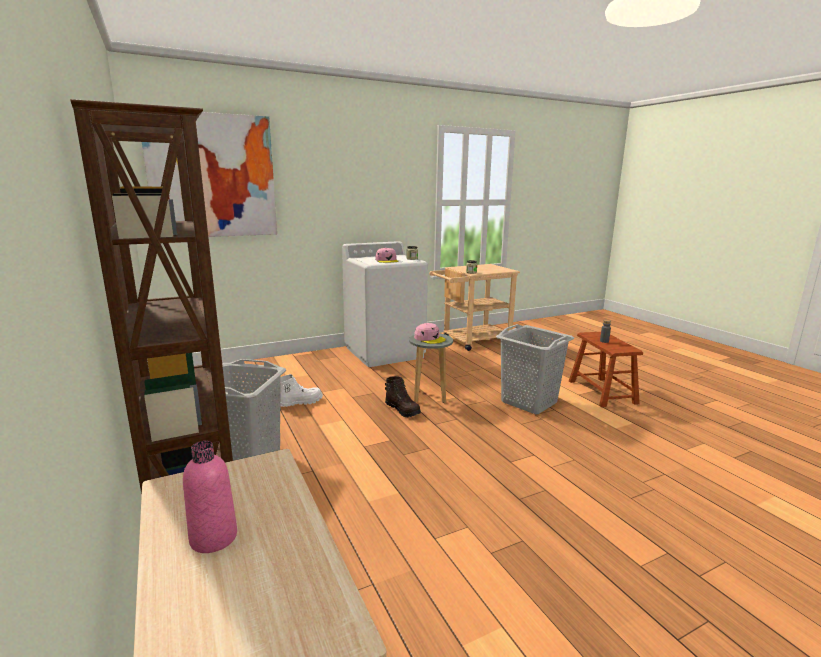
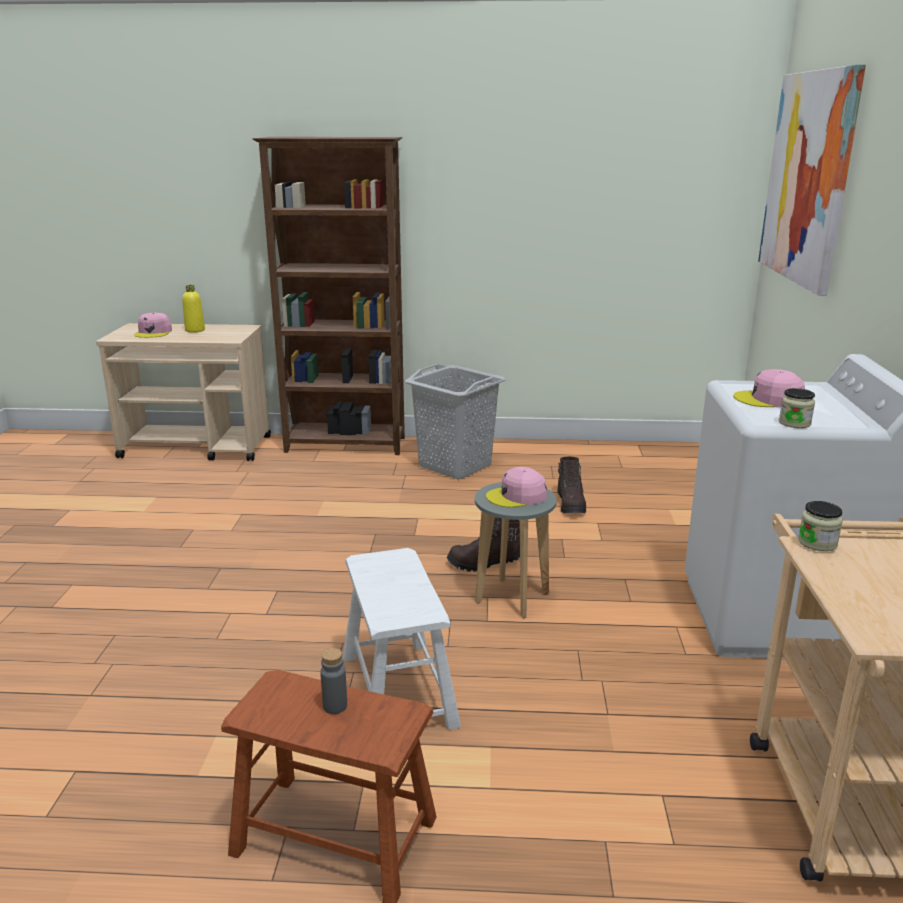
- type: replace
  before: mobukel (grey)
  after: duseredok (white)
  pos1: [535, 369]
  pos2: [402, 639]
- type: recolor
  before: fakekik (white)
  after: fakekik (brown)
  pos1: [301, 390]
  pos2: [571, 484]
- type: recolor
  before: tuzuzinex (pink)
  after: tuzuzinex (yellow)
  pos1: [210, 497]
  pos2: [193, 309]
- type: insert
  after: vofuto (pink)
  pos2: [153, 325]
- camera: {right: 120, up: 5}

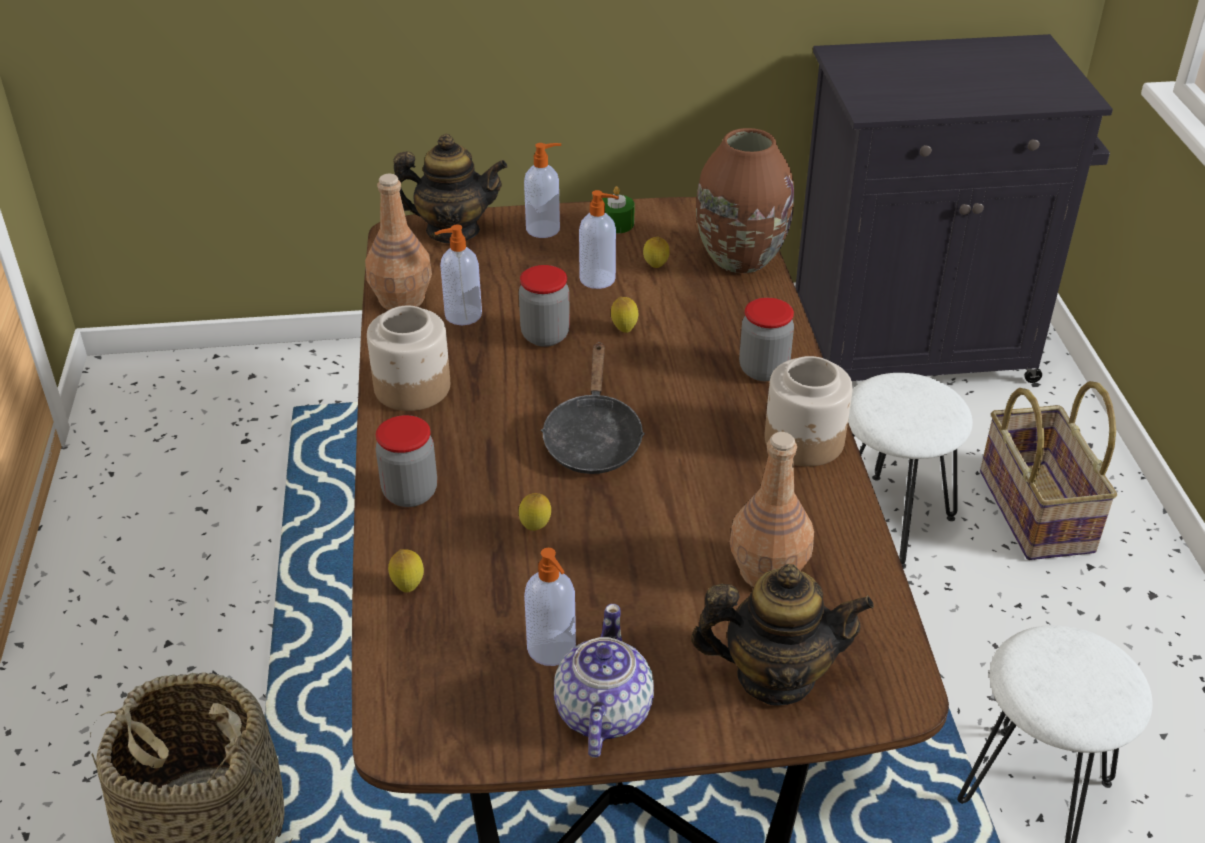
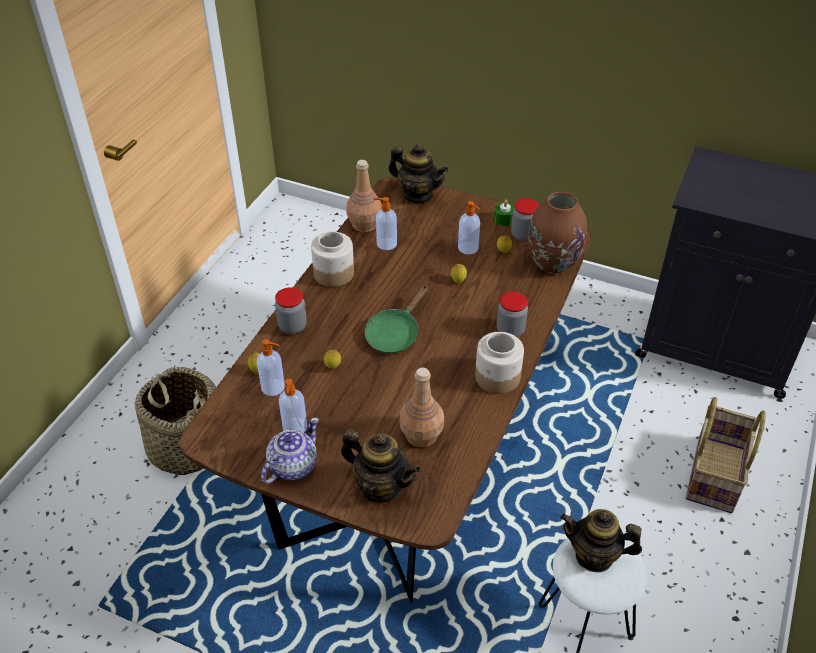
- type: move
  before: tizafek
  pos1: [542, 190]
  pos2: [271, 367]
- type: move
  before: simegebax
  pos1: [544, 306]
  pos2: [525, 219]
- type: recolor
  before: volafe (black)
  after: volafe (green)
  pos1: [593, 408]
  pos2: [396, 319]
- type: delete
  before: duseredok (white)
  pos1: [910, 471]
- type: insert
  after: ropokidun
  pos2: [601, 541]
- camera: {right: 30, up: 5}

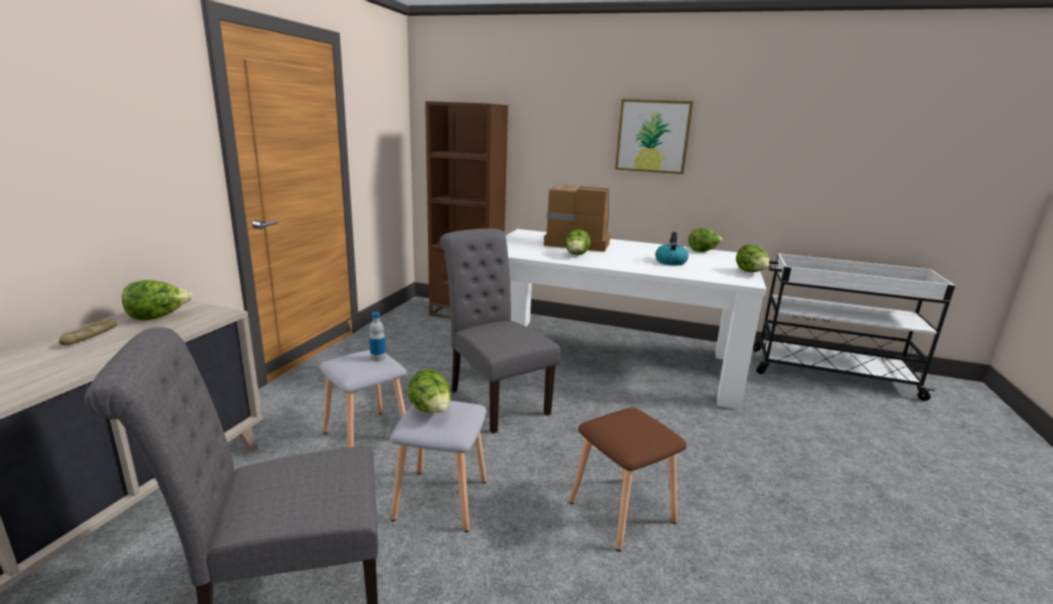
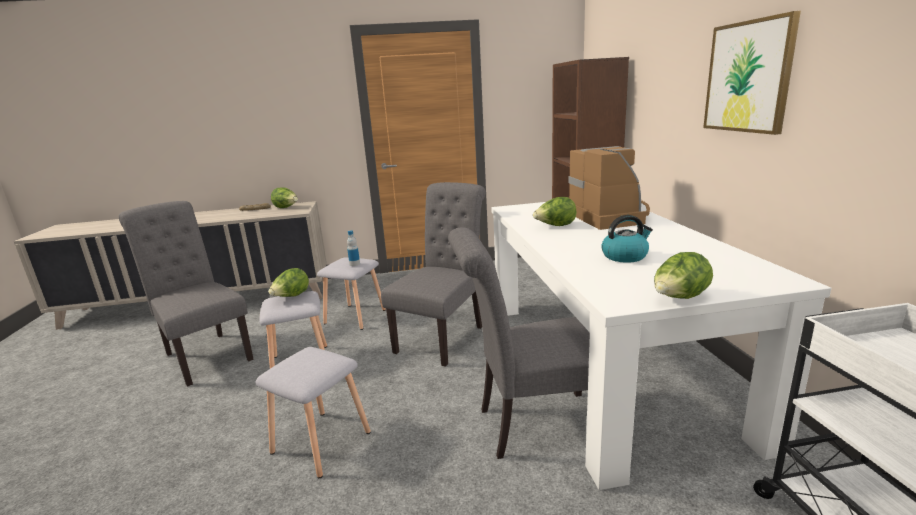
- type: delete
  before: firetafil
  pos1: [705, 240]
- type: recolor
  before: duseredok (brown)
  after: duseredok (grey)
  pos1: [628, 479]
  pos2: [313, 412]
- type: insert
  after: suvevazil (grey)
  pos2: [519, 343]
- camera: {right: 65, up: 0}

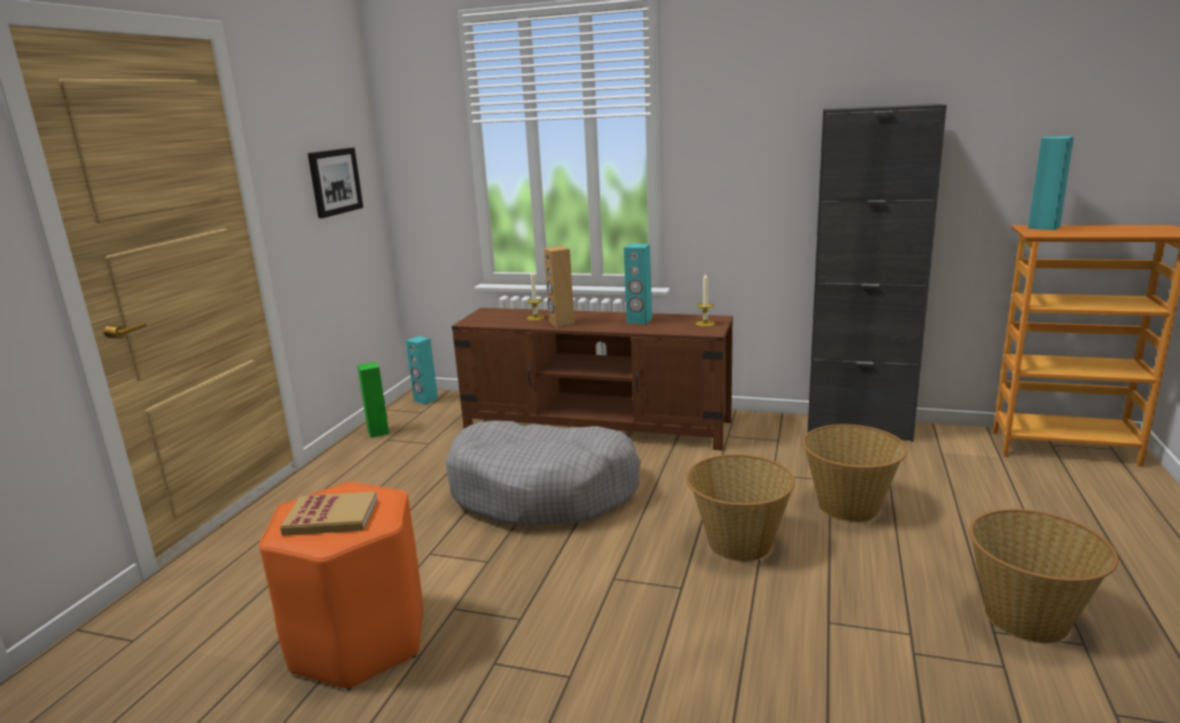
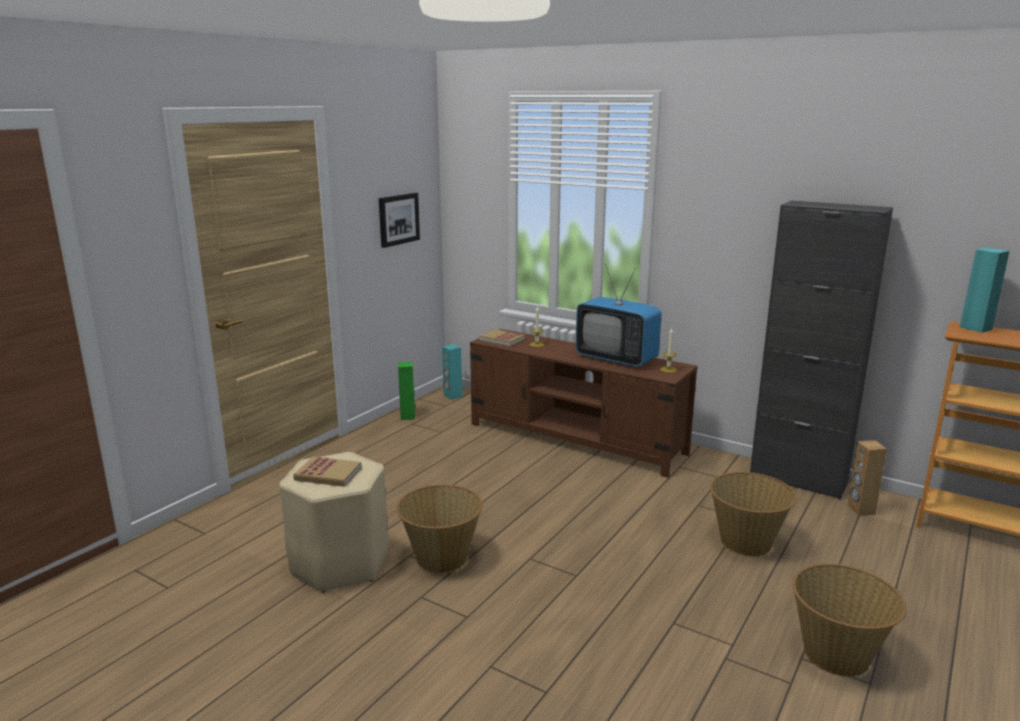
- type: replace
  before: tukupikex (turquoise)
  after: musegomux
  pos1: [638, 284]
  pos2: [619, 315]
- type: move
  before: tukupikex (brown)
  pos1: [559, 286]
  pos2: [867, 478]
- type: delete
  before: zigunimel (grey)
  pos1: [543, 473]
- type: move
  before: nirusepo
  pos1: [740, 508]
  pos2: [439, 528]
- type: recolor
  before: duseredok (orange)
  after: duseredok (beige)
  pos1: [341, 586]
  pos2: [333, 522]
- type: insert
  after: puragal
  pos2: [502, 338]
- camera: {right: 15, up: 0}

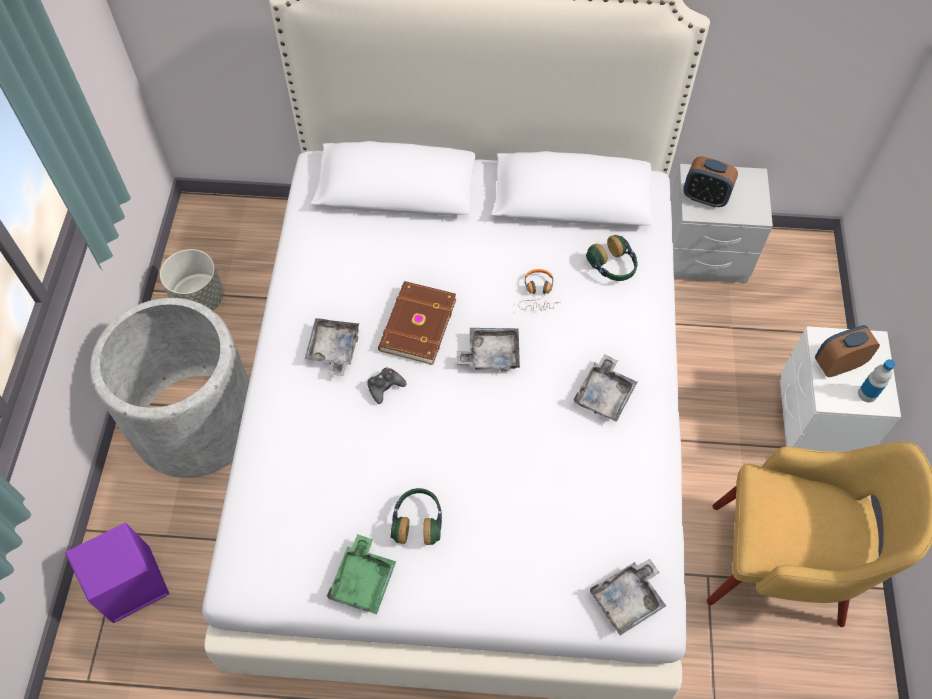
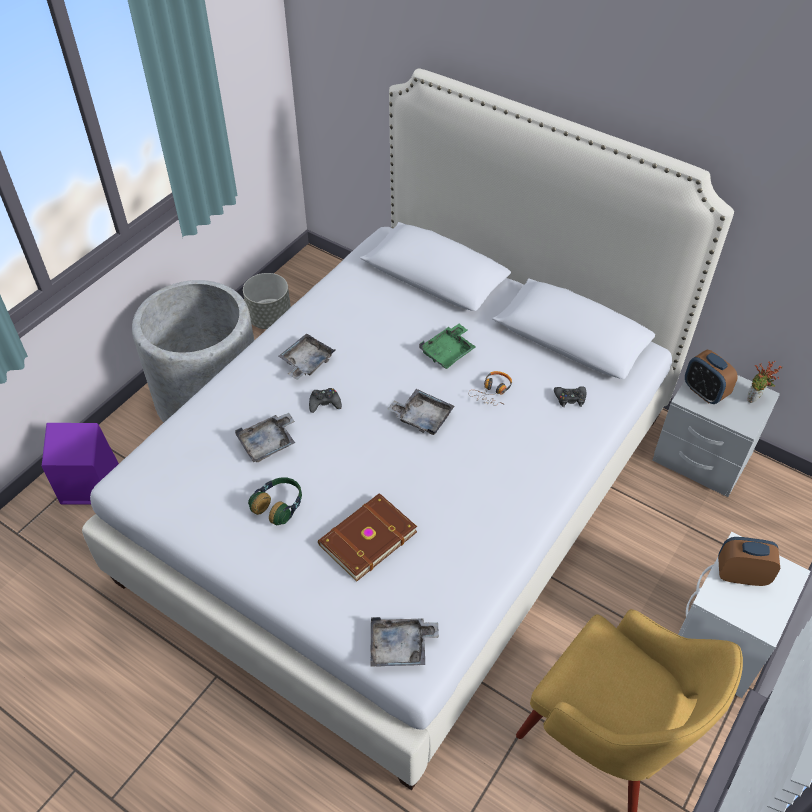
- type: replace
  before: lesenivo
  after: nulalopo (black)
  pos1: [611, 258]
  pos2: [570, 396]
- type: move
  before: puragal (brown)
  pos1: [417, 323]
  pos2: [367, 537]
- type: move
  before: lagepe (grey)
  pos1: [605, 388]
  pos2: [265, 438]
- type: delete
  before: tuzuzinex
  pos1: [876, 380]
- type: move
  before: lagepe (green)
  pos1: [361, 574]
  pos2: [447, 346]
- type: insert
  after: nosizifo
  pos2: [764, 382]
- camera: {right: 30, up: -10}

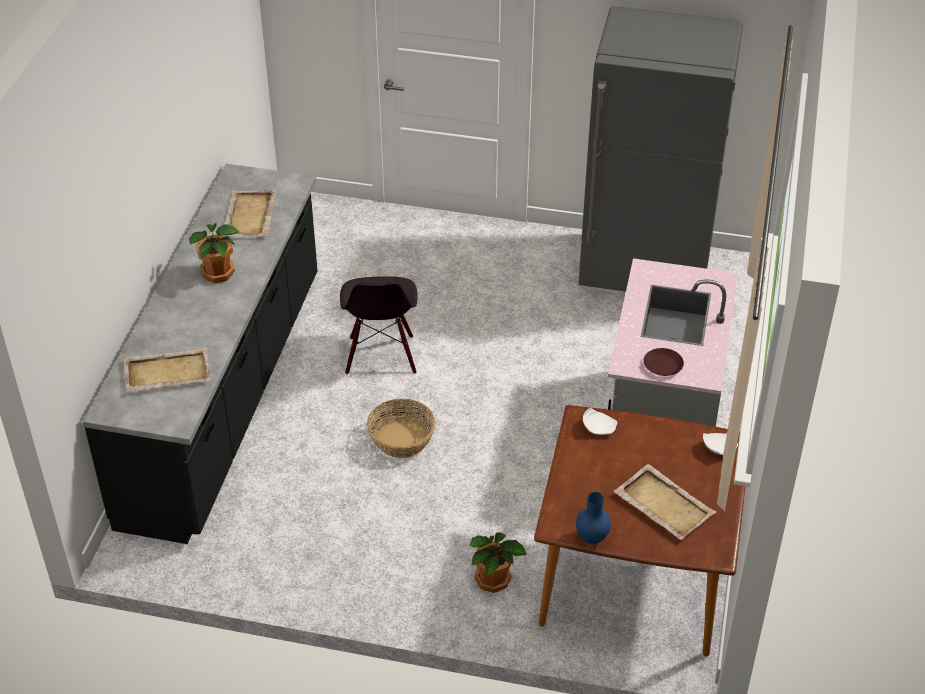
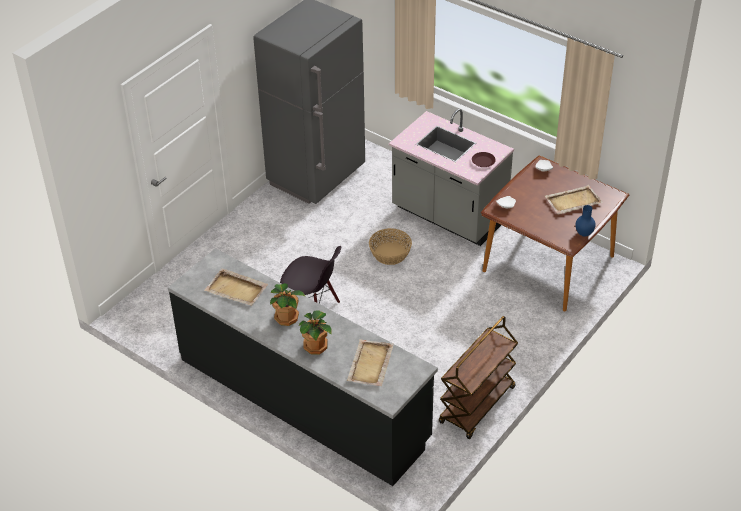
- type: move
  before: nirusepo
  pos1: [401, 428]
  pos2: [390, 246]
- type: move
  before: nosizifo
  pos1: [498, 562]
  pos2: [315, 332]
- type: insert
  after: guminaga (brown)
  pos2: [478, 377]
- camera: {right: -65, up: 0}

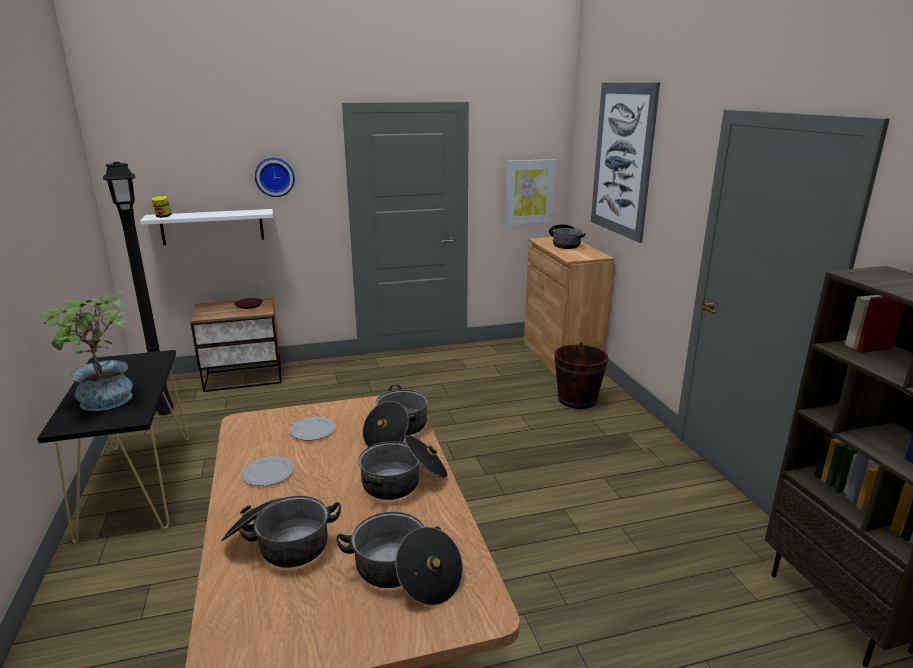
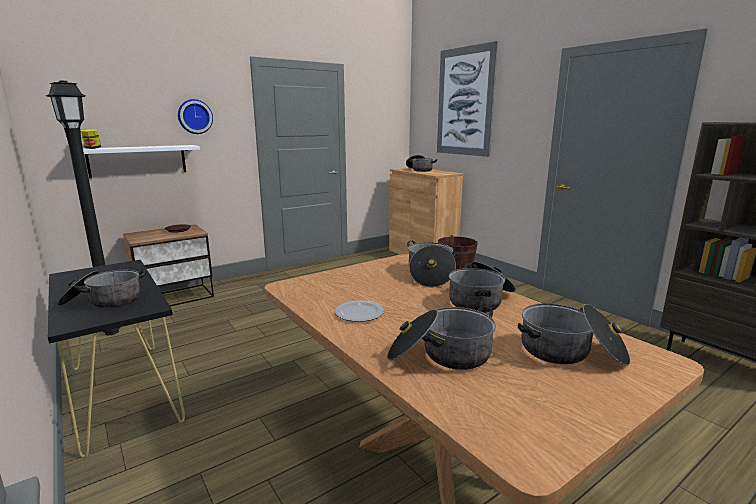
- type: delete
  before: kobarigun
  pos1: [531, 192]
- type: replace
  before: nosizifo
  after: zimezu
  pos1: [86, 351]
  pos2: [102, 288]
- type: delete
  before: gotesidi
  pos1: [313, 429]
- camera: {right: -20, up: -5}

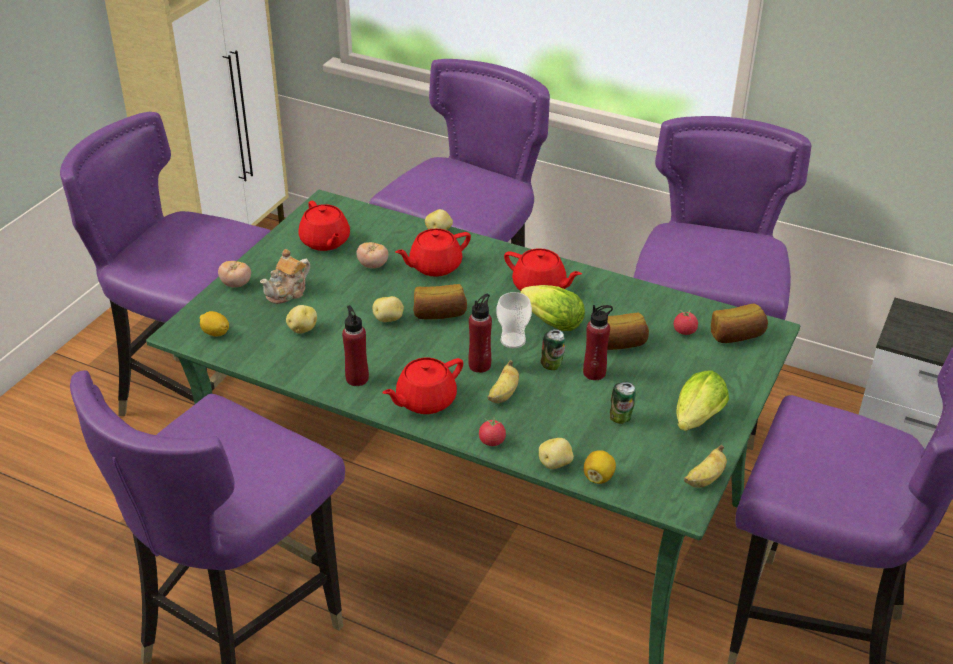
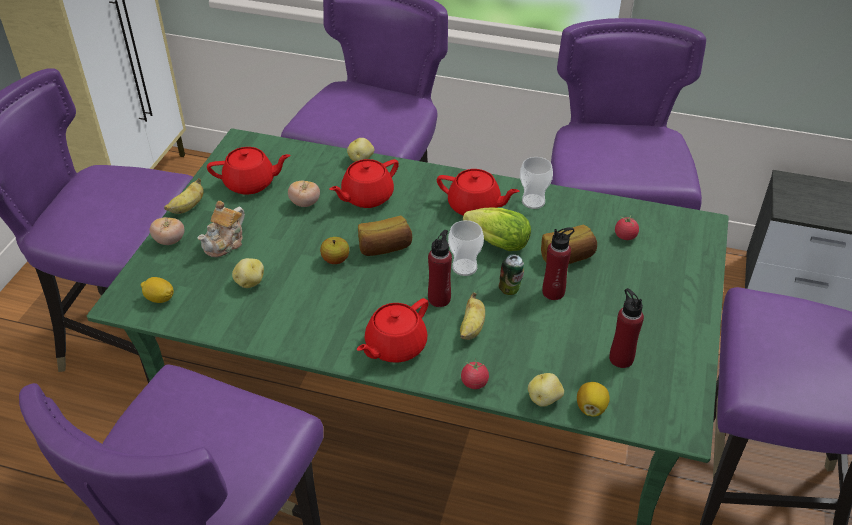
- type: rotate
  before: ropokidun (red)
  pos1: [324, 226]
  pos2: [249, 170]
  turn: -60
- type: replace
  before: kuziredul
  after: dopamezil
  pos1: [388, 309]
  pos2: [334, 250]
- type: delete
  before: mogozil
  pos1: [739, 323]
- type: move
  before: tuzuzinex (red)
  pos1: [355, 345]
  pos2: [626, 328]
- type: delete
  before: firetafil
  pos1: [702, 400]
- type: delete
  before: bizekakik
  pos1: [623, 403]
- type: move
  before: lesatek
  pos1: [705, 466]
  pos2: [184, 196]
- type: insert
  after: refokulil
  pos2: [536, 183]
- camera: {right: -10, up: 5}

